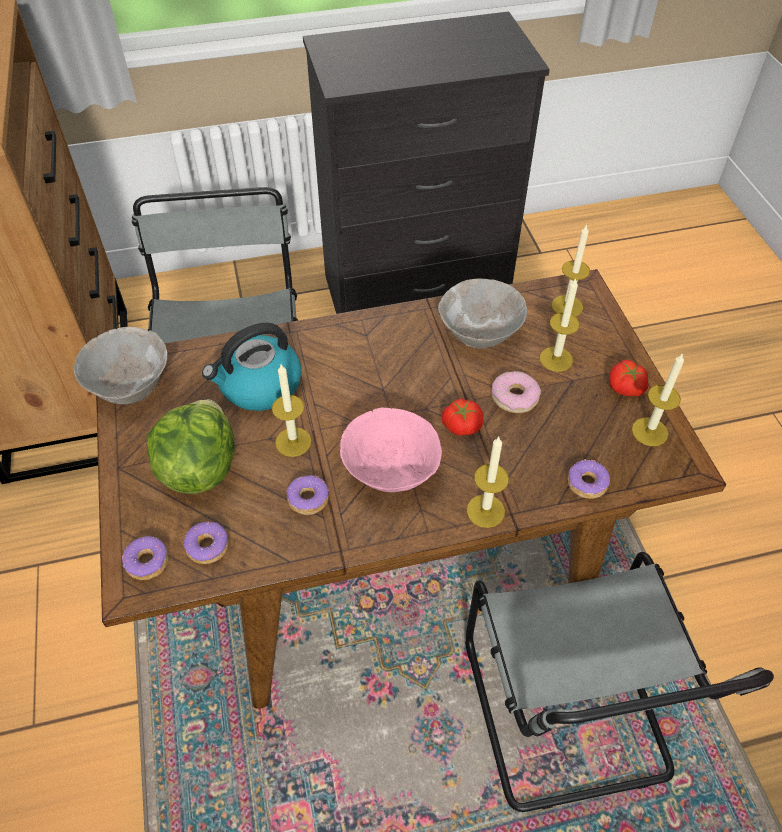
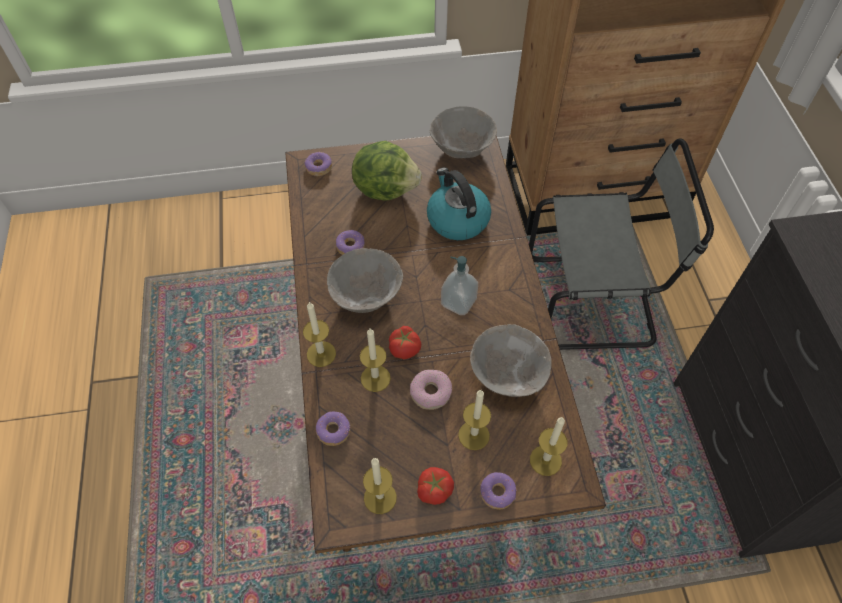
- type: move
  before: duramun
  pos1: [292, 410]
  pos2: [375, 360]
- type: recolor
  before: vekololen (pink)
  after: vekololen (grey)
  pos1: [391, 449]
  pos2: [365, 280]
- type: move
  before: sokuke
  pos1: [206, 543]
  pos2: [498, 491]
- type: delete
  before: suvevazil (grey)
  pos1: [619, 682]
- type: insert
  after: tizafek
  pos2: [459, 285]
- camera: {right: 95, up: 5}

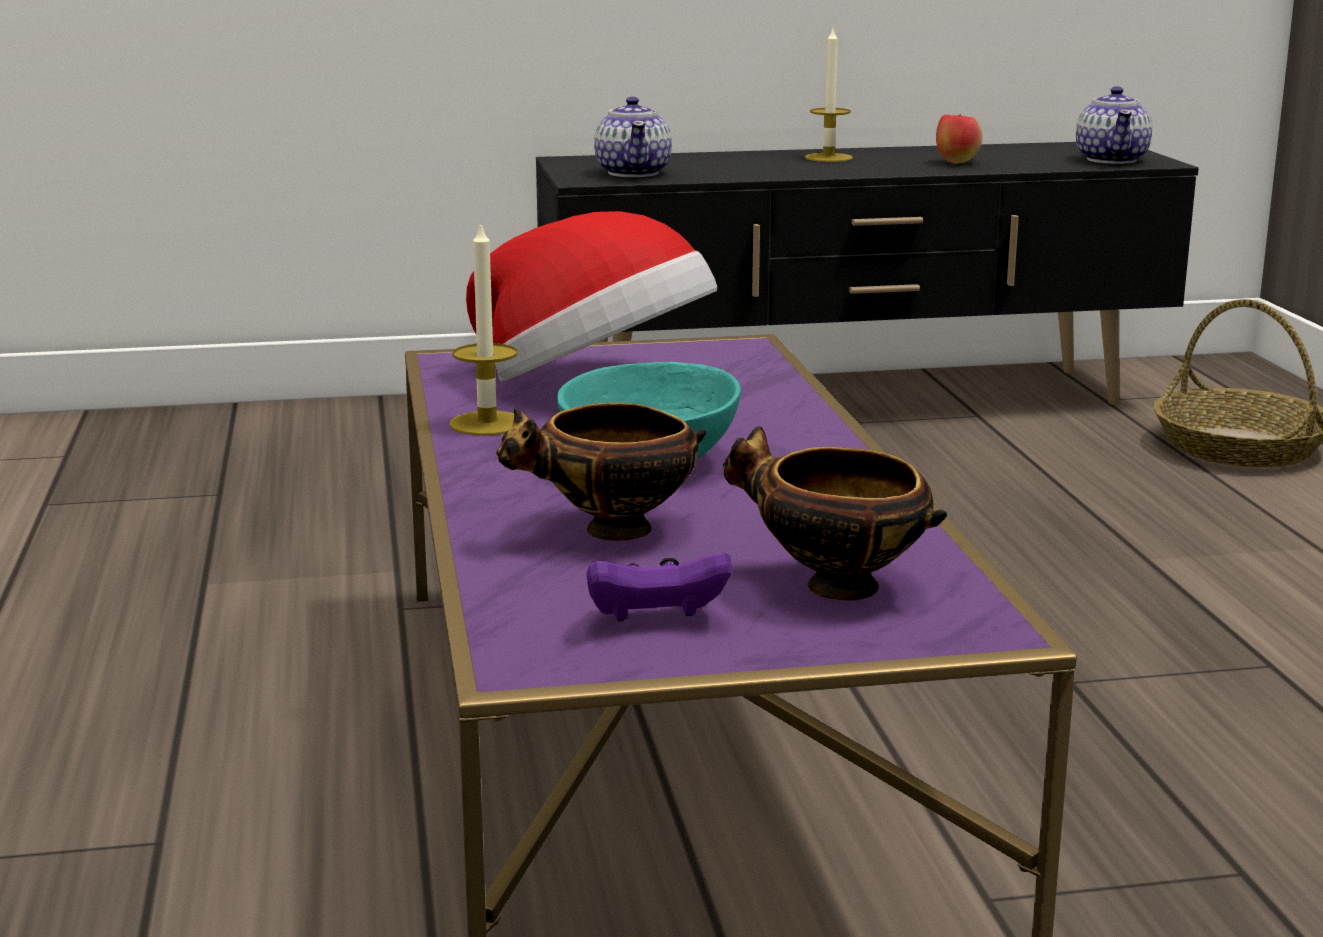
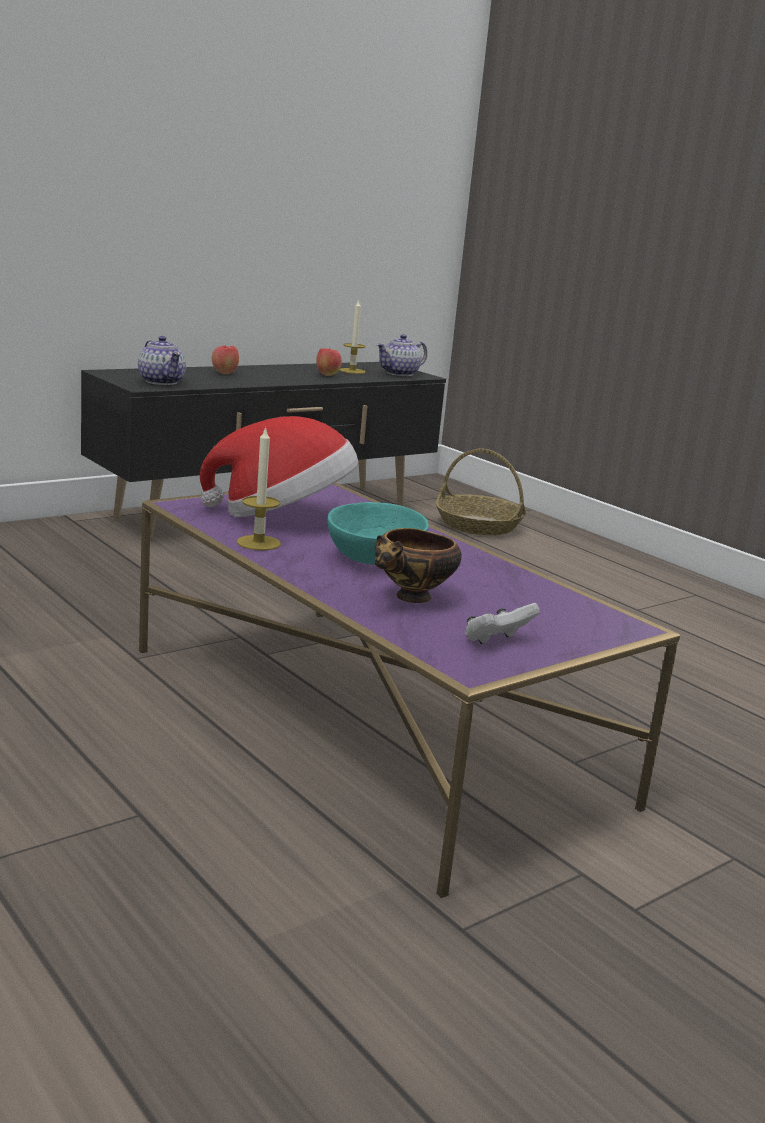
- type: move
  before: duramun
  pos1: [829, 95]
  pos2: [352, 336]
- type: rotate
  before: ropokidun
  pos1: [1114, 125]
  pos2: [401, 355]
  turn: 75
- type: delete
  before: vekololen
  pos1: [835, 513]
- type: recolor
  before: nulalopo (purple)
  after: nulalopo (white)
  pos1: [659, 586]
  pos2: [502, 623]
- type: insert
  after: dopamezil
  pos2: [225, 360]
- camera: {right: -30, up: 0}

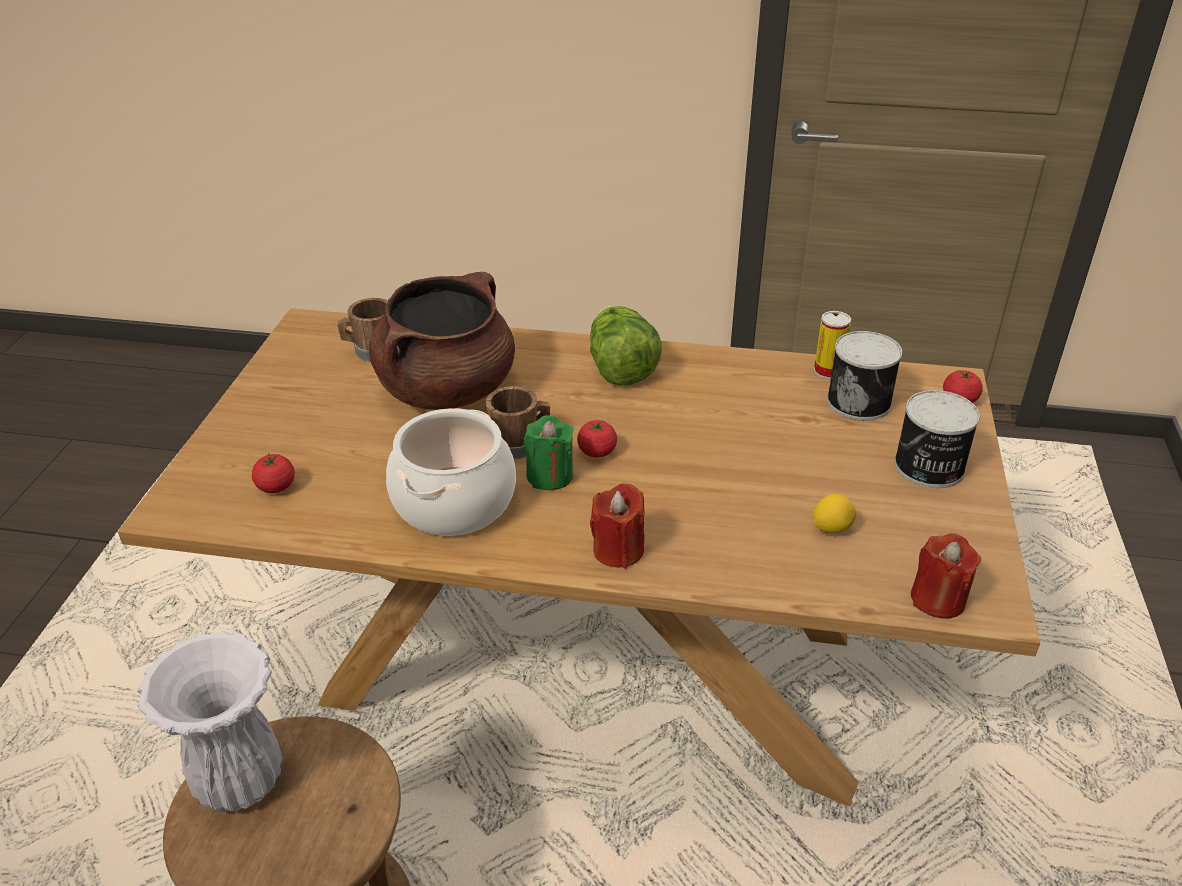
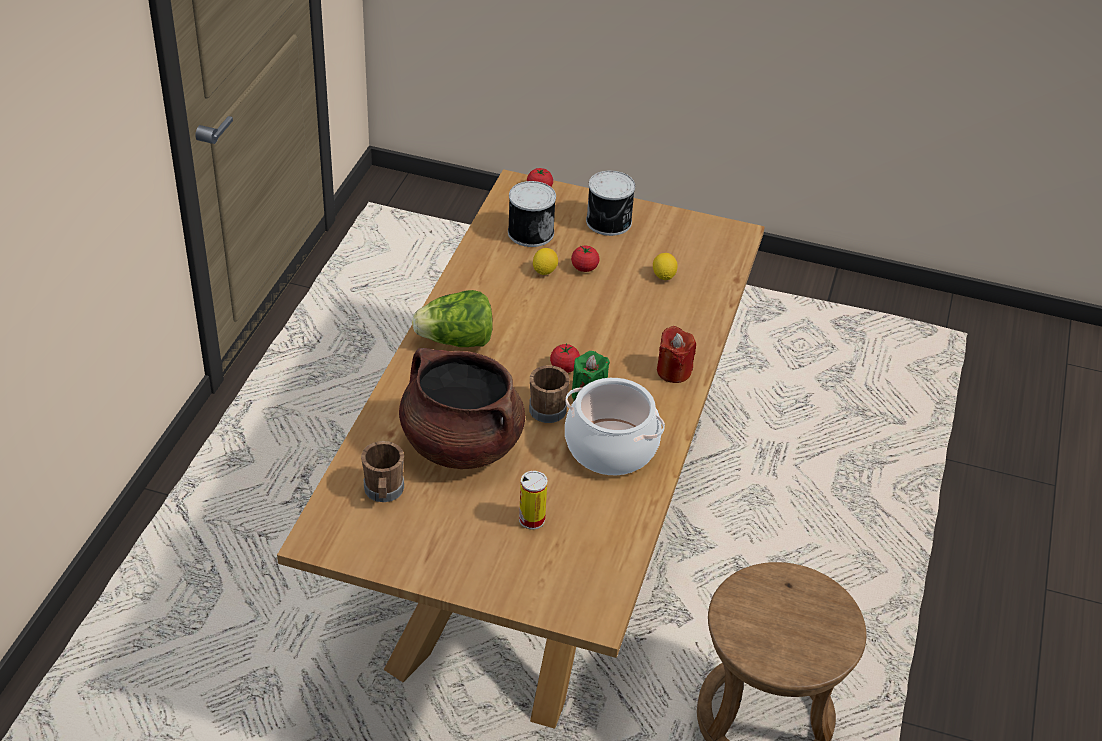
- type: move
  before: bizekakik
  pos1: [832, 345]
  pos2: [533, 500]
- type: move
  before: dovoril
  pos1: [273, 473]
  pos2: [585, 259]
- type: delete
  before: duramun (red)
  pos1: [946, 576]
- type: delete
  before: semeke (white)
  pos1: [210, 721]
- type: insert
  after: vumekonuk
  pos2: [545, 261]
- camera: {right: -85, up: 5}

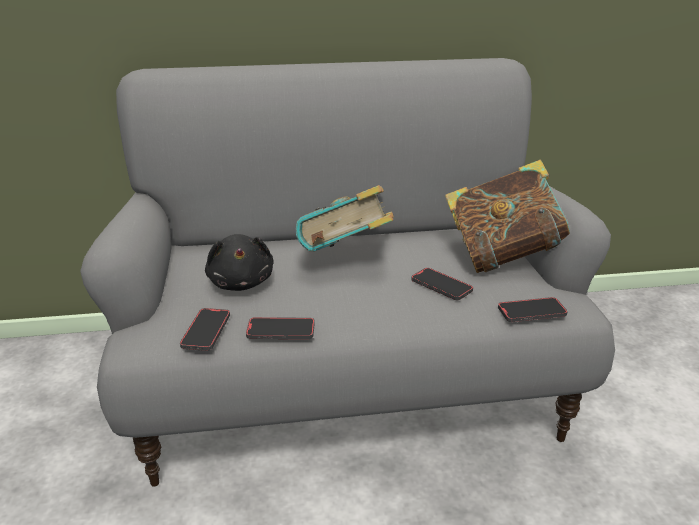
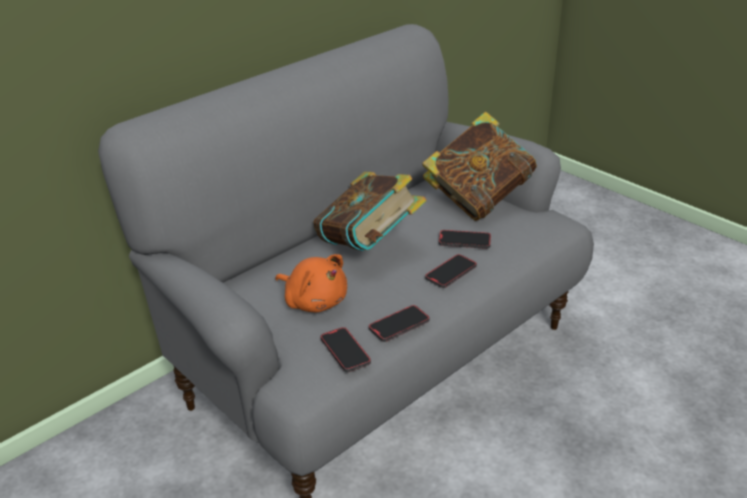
- type: recolor
  before: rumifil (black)
  after: rumifil (orange)
  pos1: [239, 262]
  pos2: [311, 283]
- type: move
  before: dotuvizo
  pos1: [533, 309]
  pos2: [451, 271]
- camera: {right: -35, up: 5}

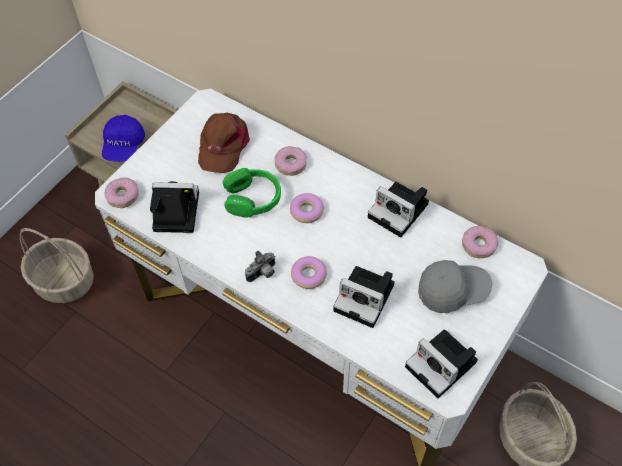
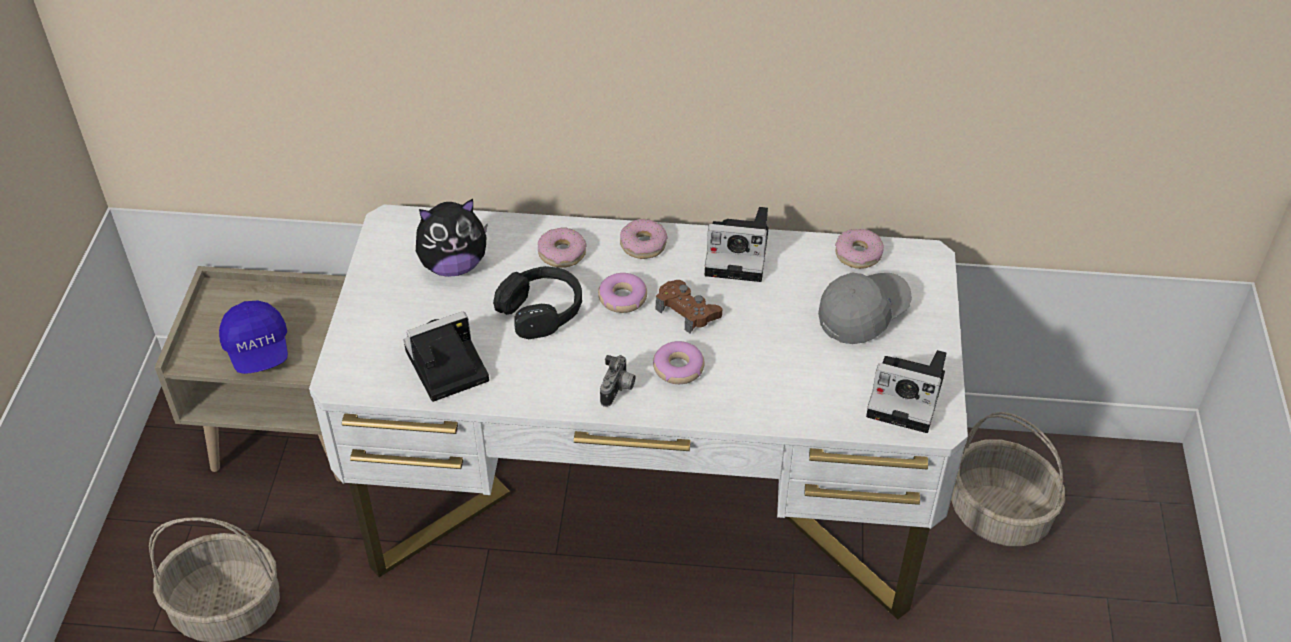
- type: replace
  before: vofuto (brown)
  after: rumifil
  pos1: [224, 143]
  pos2: [452, 238]
- type: recolor
  before: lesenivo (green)
  after: lesenivo (black)
  pos1: [251, 193]
  pos2: [537, 302]
- type: move
  before: sokuke
  pos1: [121, 192]
  pos2: [644, 239]
- type: delete
  before: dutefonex
  pos1: [364, 297]
- type: insert
  after: nulalopo (brown)
  pos2: [689, 307]
- camera: {right: -30, up: -10}

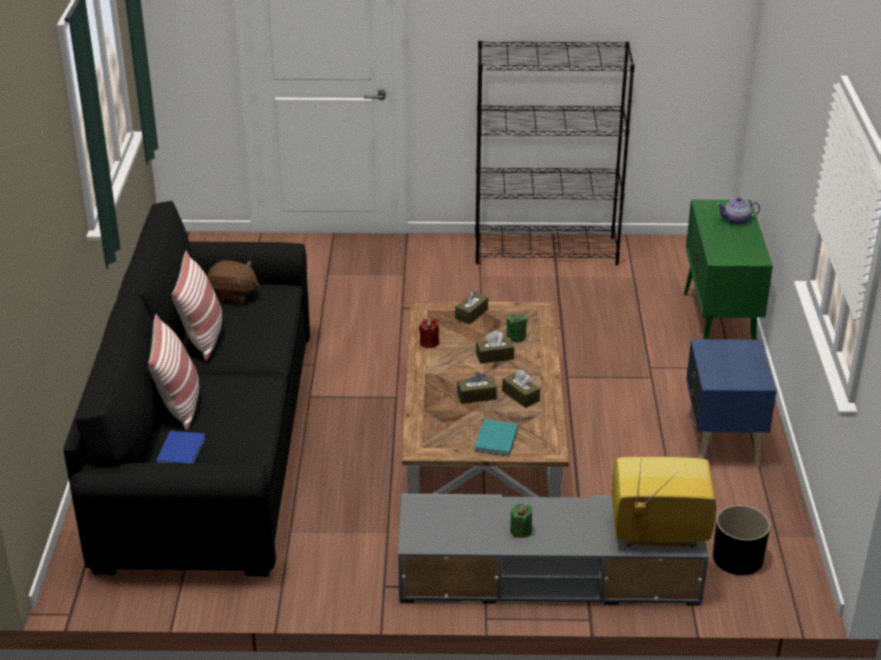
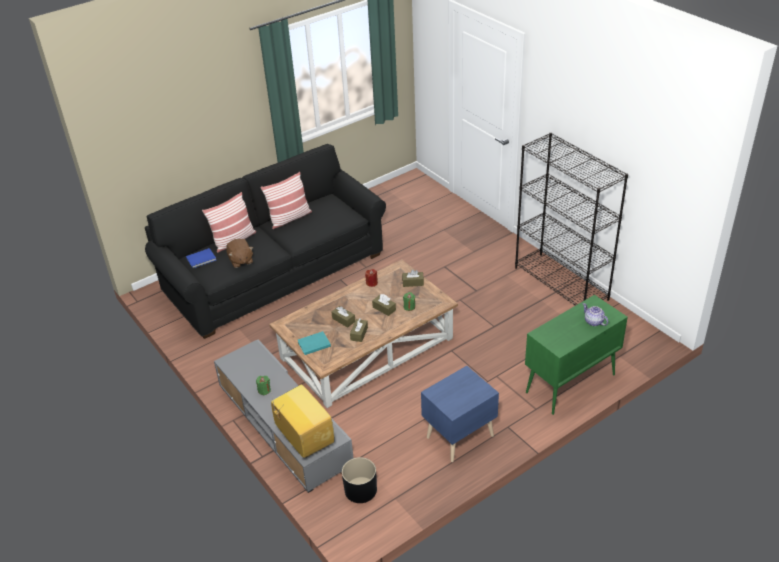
- type: move
  before: rumifil (brown)
  pos1: [233, 282]
  pos2: [239, 253]
- camera: {right: 55, up: 5}

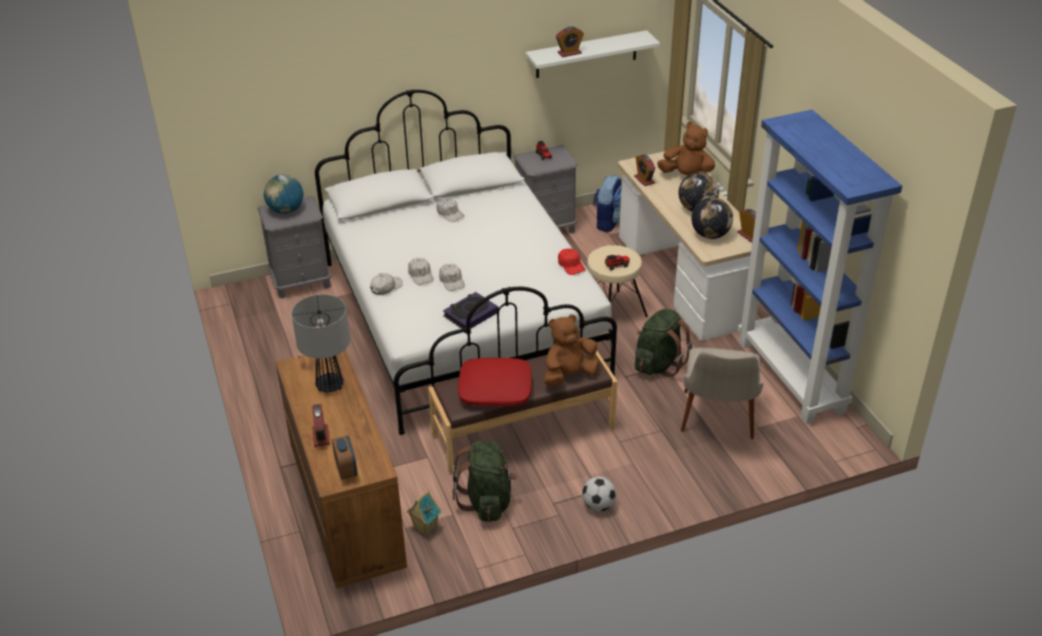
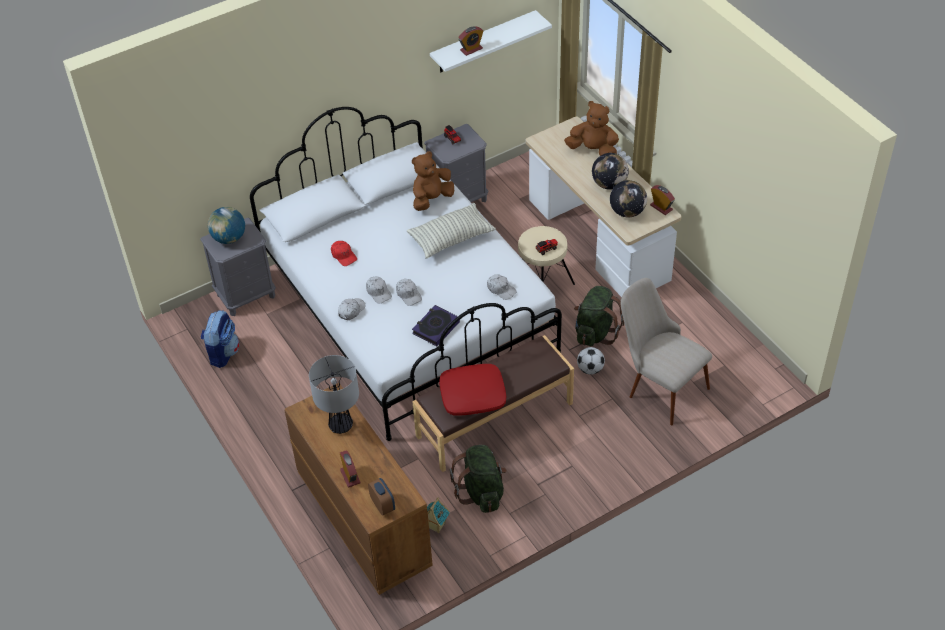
- type: delete
  before: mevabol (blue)
  pos1: [820, 267]
- type: delete
  before: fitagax
  pos1: [644, 170]
- type: move
  before: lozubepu
  pos1: [607, 203]
  pos2: [220, 339]
- type: move
  before: vofuto (white)
  pos1: [450, 210]
  pos2: [502, 287]
- type: move
  before: vofuto (red)
  pos1: [571, 261]
  pos2: [344, 253]
- type: move
  before: rumifil (brown)
  pos1: [572, 350]
  pos2: [433, 181]
- type: rotate
  before: suvevazil (beige)
  pos1: [722, 393]
  pos2: [666, 351]
  turn: 135
- type: move
  before: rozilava
  pos1: [599, 494]
  pos2: [591, 361]
- type: insert
  after: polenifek
  pos2: [451, 231]
- camera: {right: -10, up: 10}

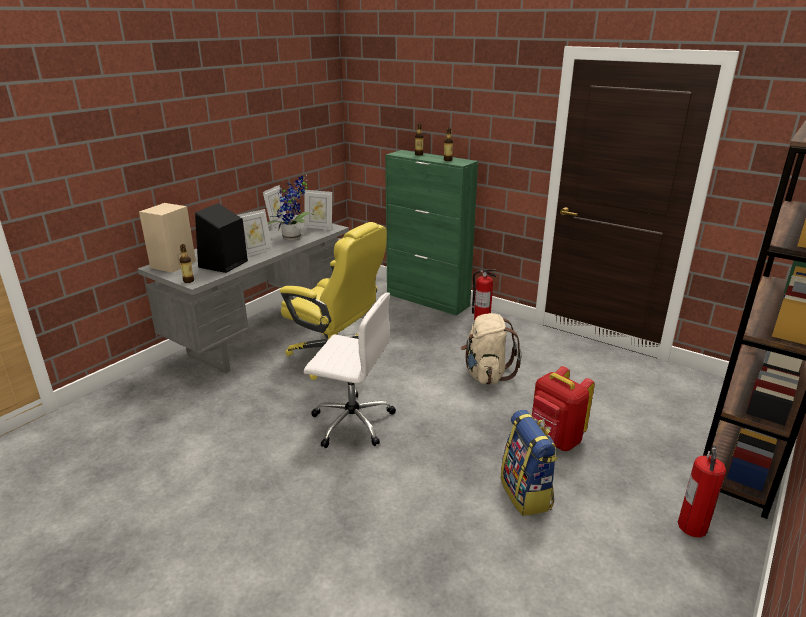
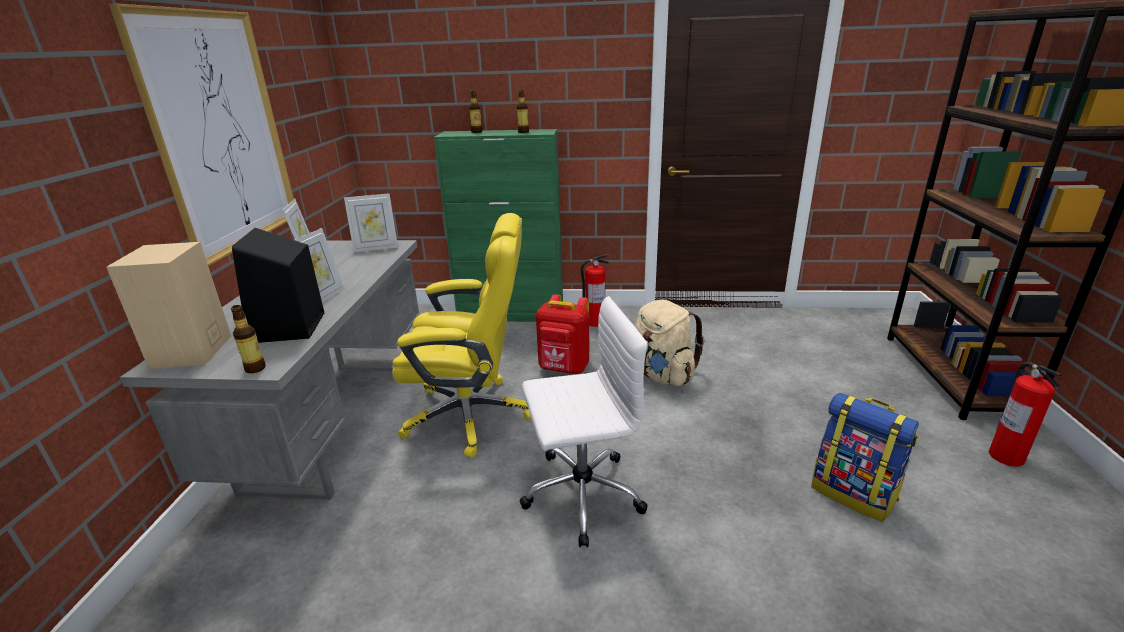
- type: delete
  before: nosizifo
  pos1: [290, 207]
- type: move
  before: lozubepu (red)
  pos1: [563, 408]
  pos2: [563, 334]
- type: insert
  after: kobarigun
  pos2: [201, 134]
- camera: {right: -30, up: 0}

